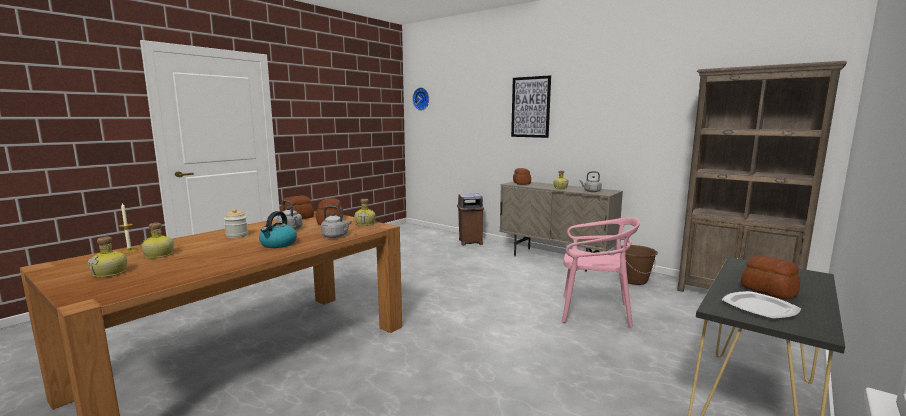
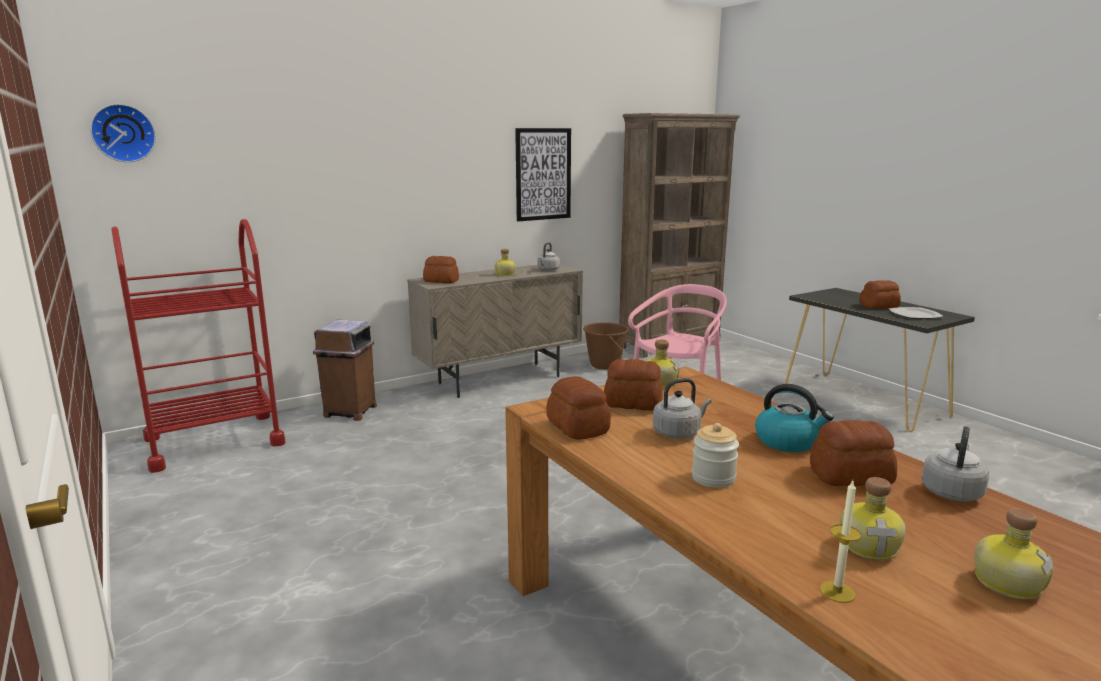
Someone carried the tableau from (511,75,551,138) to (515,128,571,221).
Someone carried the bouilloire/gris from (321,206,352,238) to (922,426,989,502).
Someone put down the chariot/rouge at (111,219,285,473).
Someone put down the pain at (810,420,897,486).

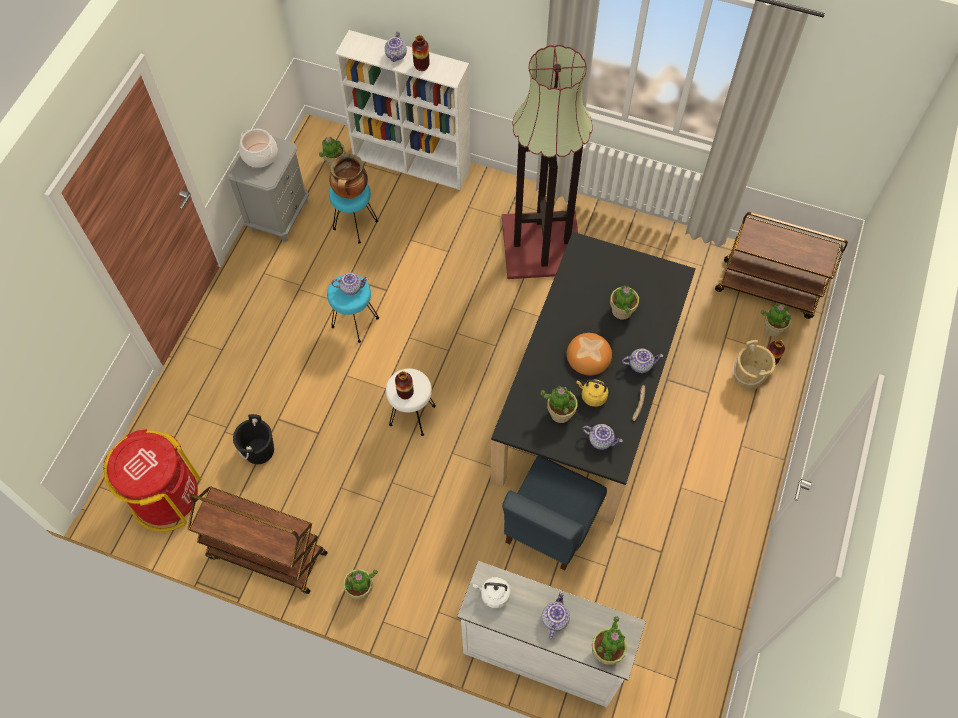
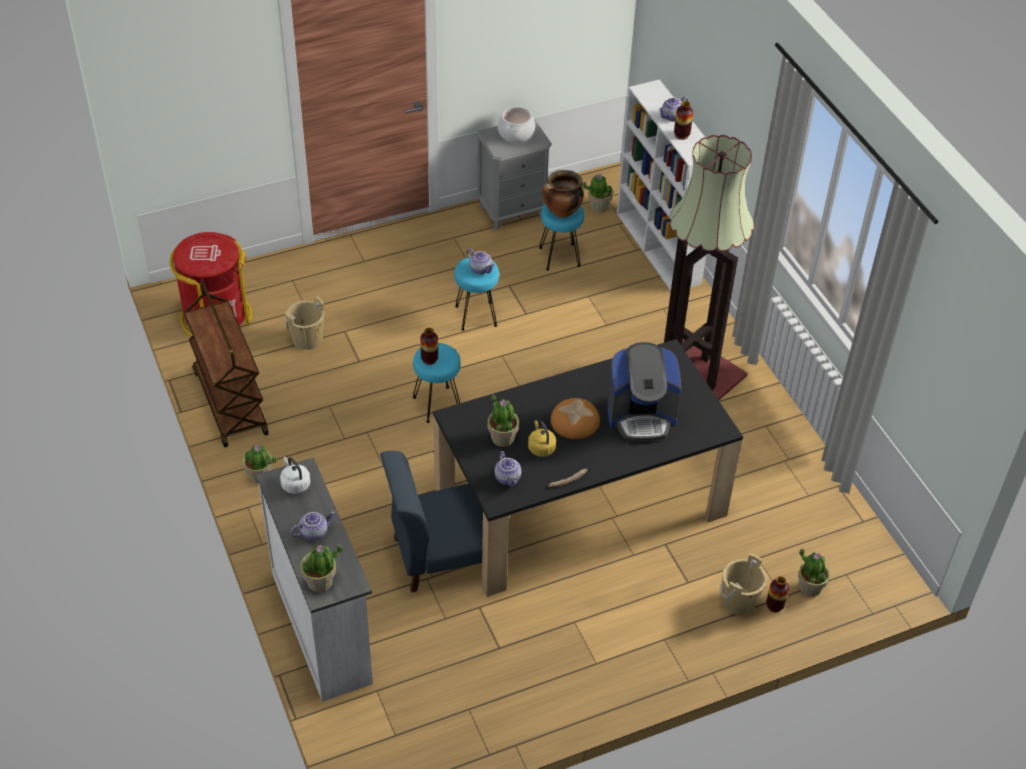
Someone took away the chariot/marron at (715,212,848,319).
Someone swapped the plante en pot at (610,286,639,320) for the machine à café at (608,342,681,441).
Someone took away the théière at (622,349,663,373).
Someone repainted the tabouret/blanc at (386,368,436,436), which became the tabouret/turquoise at (413,343,461,423).
Someone repainted the seau/noir at (233,414,274,464), which became the seau/beige at (285,297,324,350).

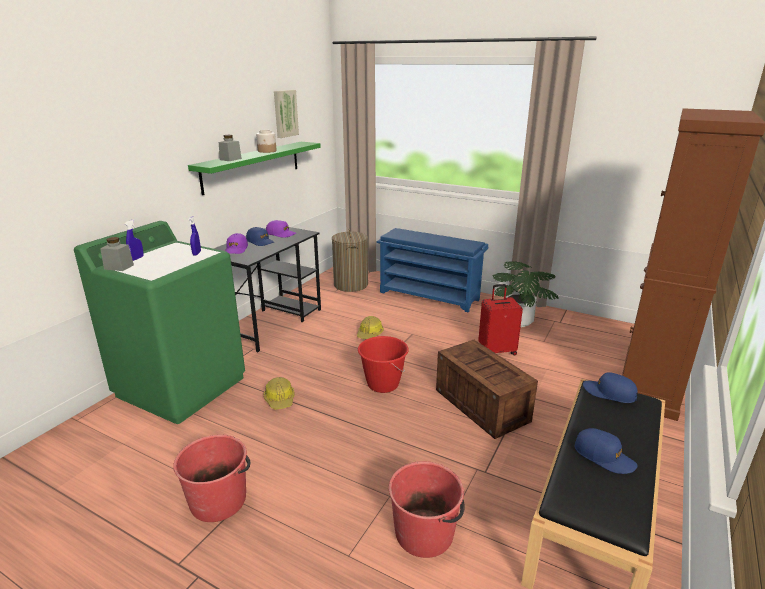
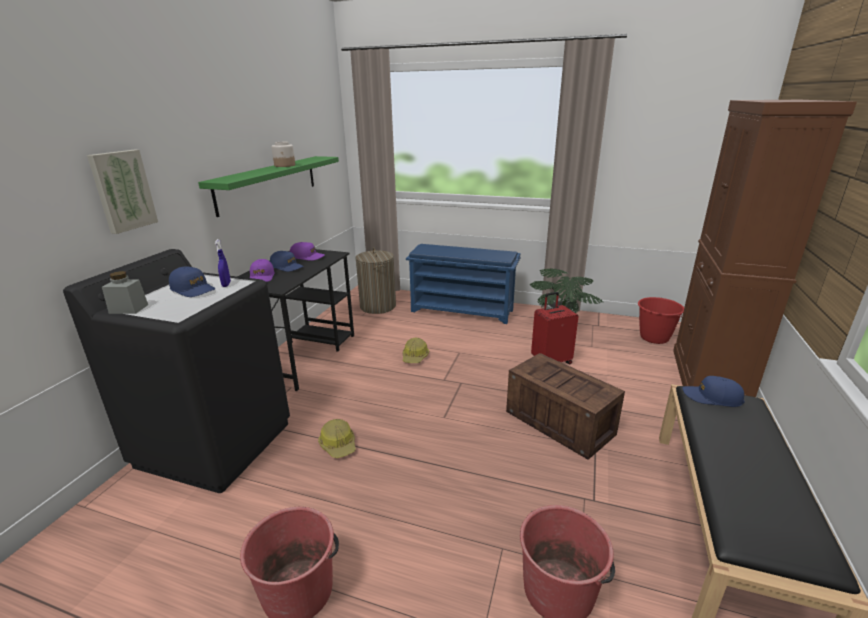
Someone carried the tableau from (274,90,299,138) to (87,150,158,234).
Someone took away the bocal/gris at (219,135,242,161).
Someone took away the vaporisateur/bleu at (125,219,144,261).
Someone repainted the lave-linge/vert at (74,221,245,424), which became the lave-linge/noir at (63,249,290,493).
Someone carried the seau/rouge from (358,336,409,393) to (638,297,684,344).
Someone carried the casquette/bleu from (574,428,638,474) to (169,267,215,297).

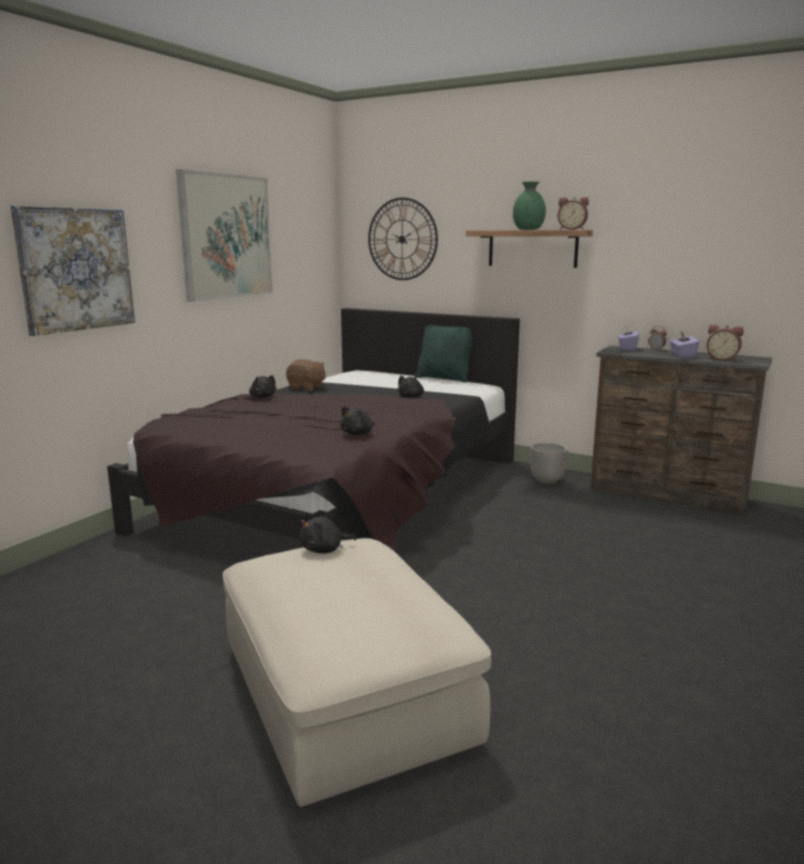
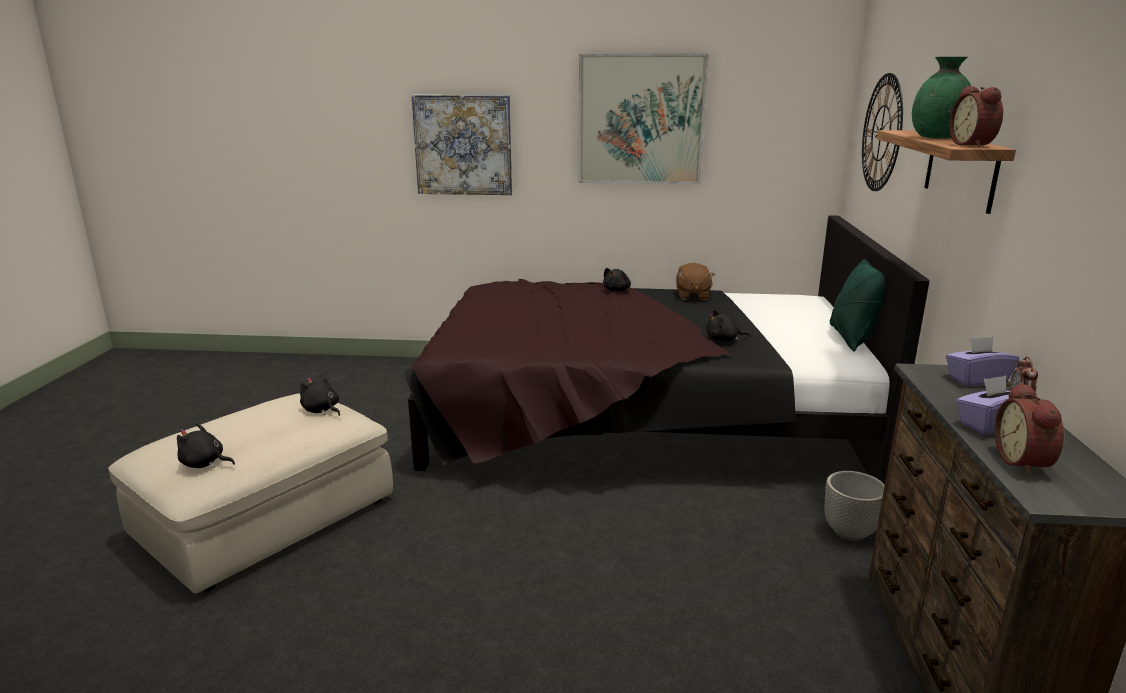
Someone carried the peluche/noir from (340,406,375,435) to (177,423,235,468).

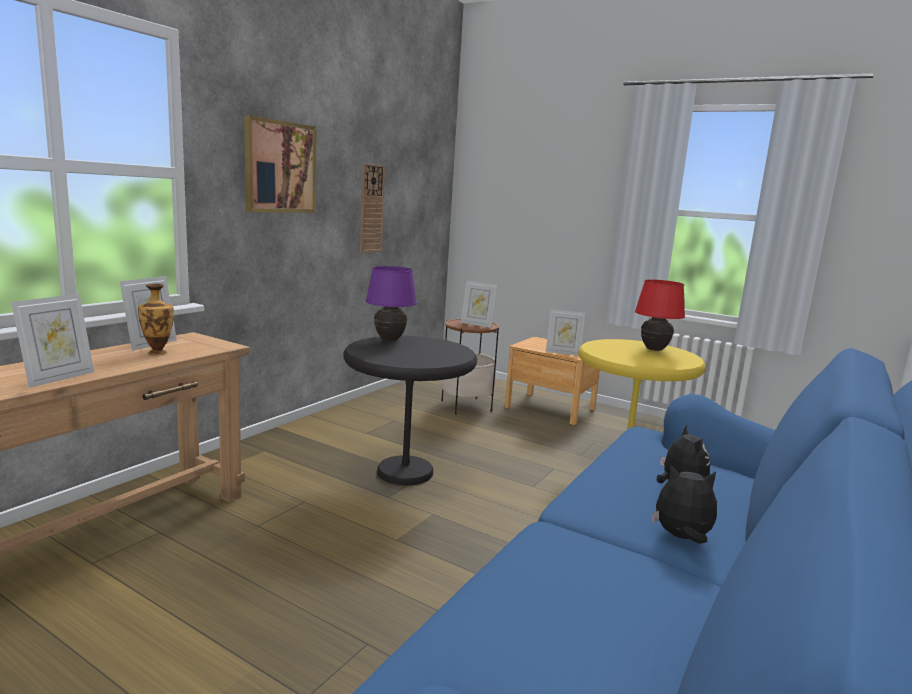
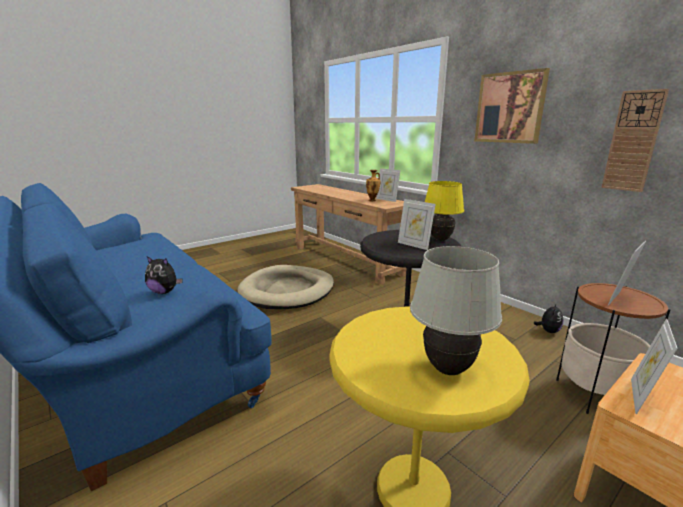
Someone repainted the lampe de table/violet at (366,266,417,341), which became the lampe de table/jaune at (425,181,464,240).
Someone repainted the lampe de table/rouge at (635,279,685,351), which became the lampe de table/blanc at (410,246,502,375).
Someone carried the cadre photo from (11,294,94,388) to (398,199,436,250).
Someone carried the peluche from (652,464,717,544) to (533,303,563,333).
Someone put down the panier pour chien/beige at (237,265,334,309).

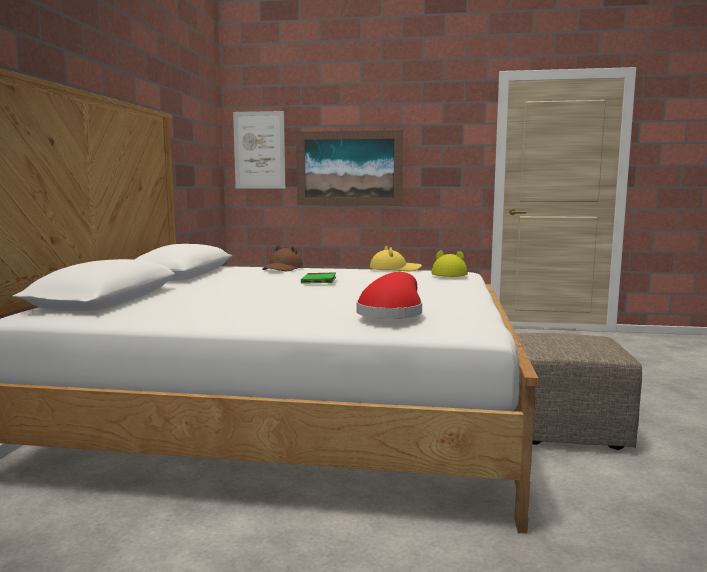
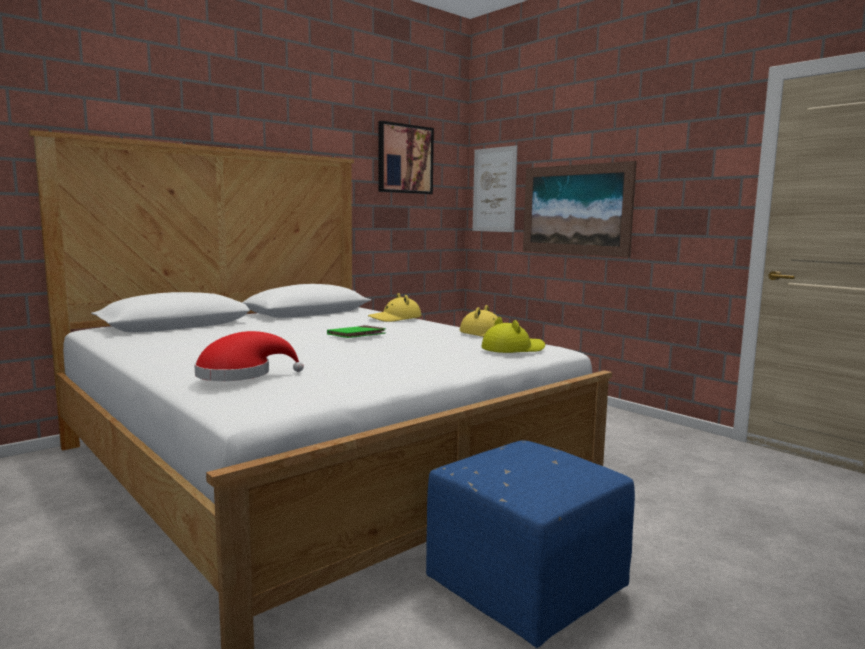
Someone repainted the chapeau/marron at (262,245,303,271), which became the chapeau/jaune at (368,293,421,322).
Someone repainted the pouf/beige at (516,333,642,450), which became the pouf/bleu at (426,440,635,648).
Someone put up the tableau at (379,121,434,194).

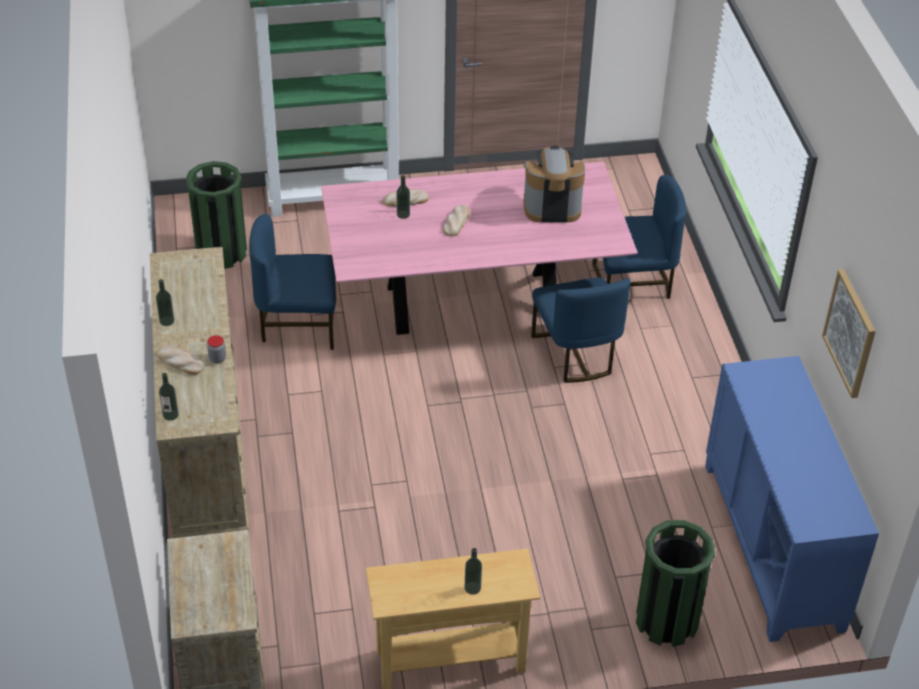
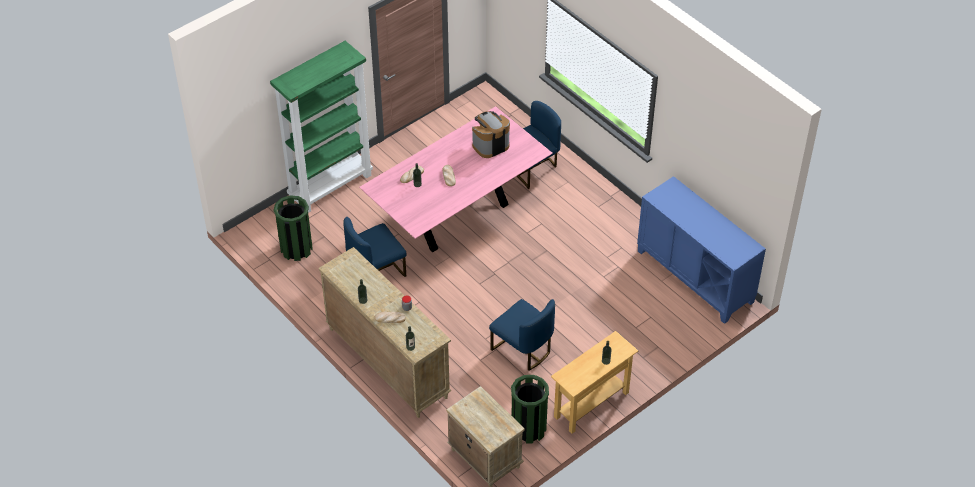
Someone took away the tableau at (822,269,876,398).
Someone carried the chaise/bleu from (531,277,631,383) to (489,299,555,371).
Someone carried the poubelle/vert from (636,520,715,647) to (511,375,549,444).

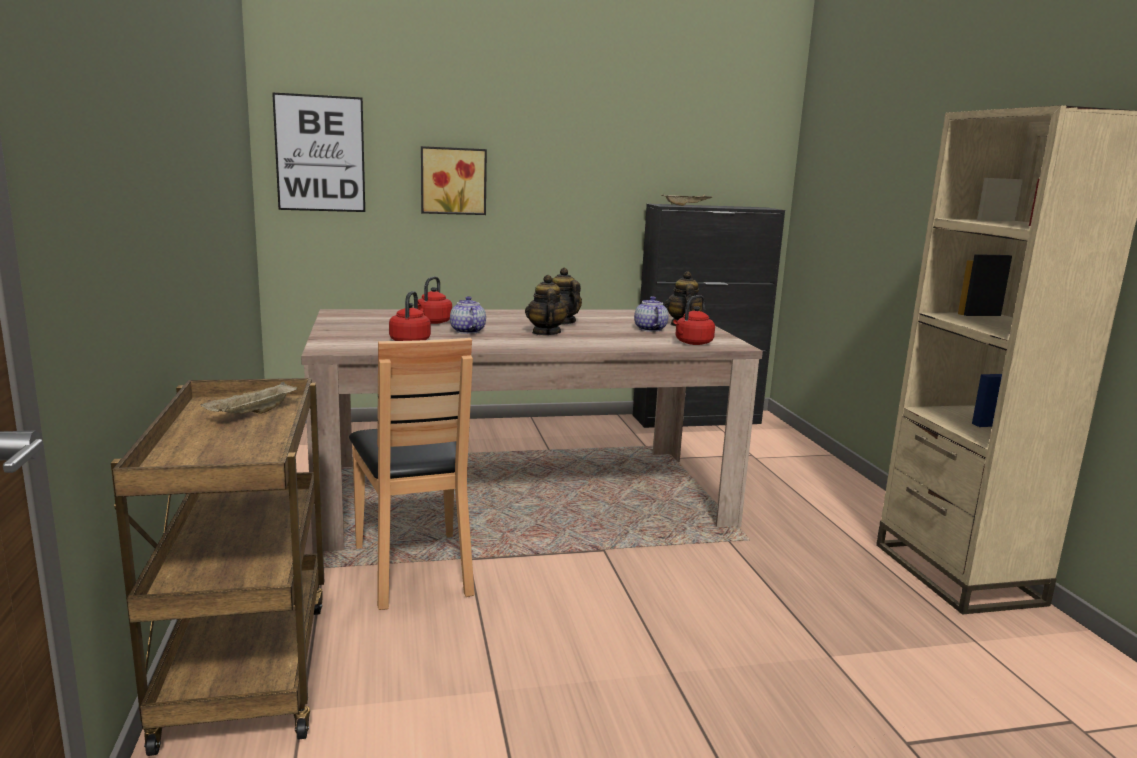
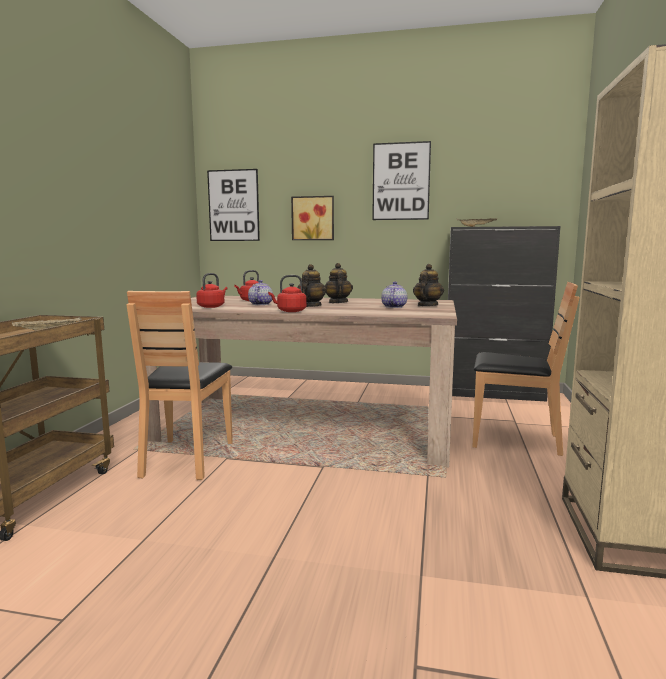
Someone carried the bouilloire/rouge from (673,295,715,345) to (268,275,307,312).
Someone put up the tableau at (372,141,431,220).
Someone put down the chaise/marron at (472,282,580,456).

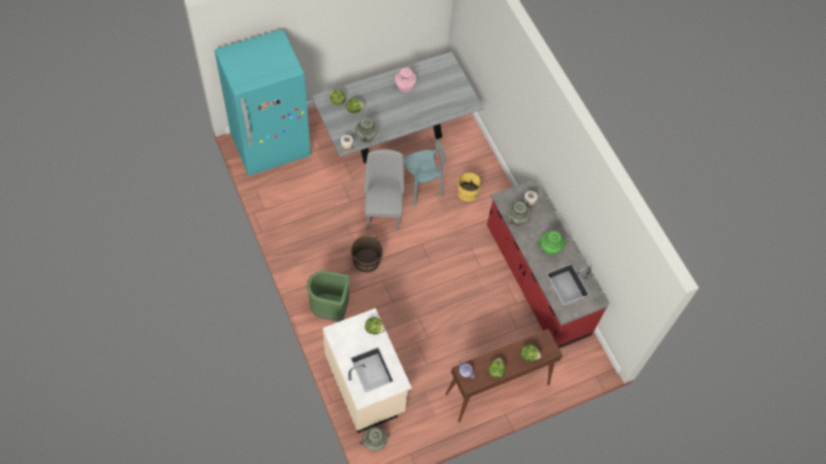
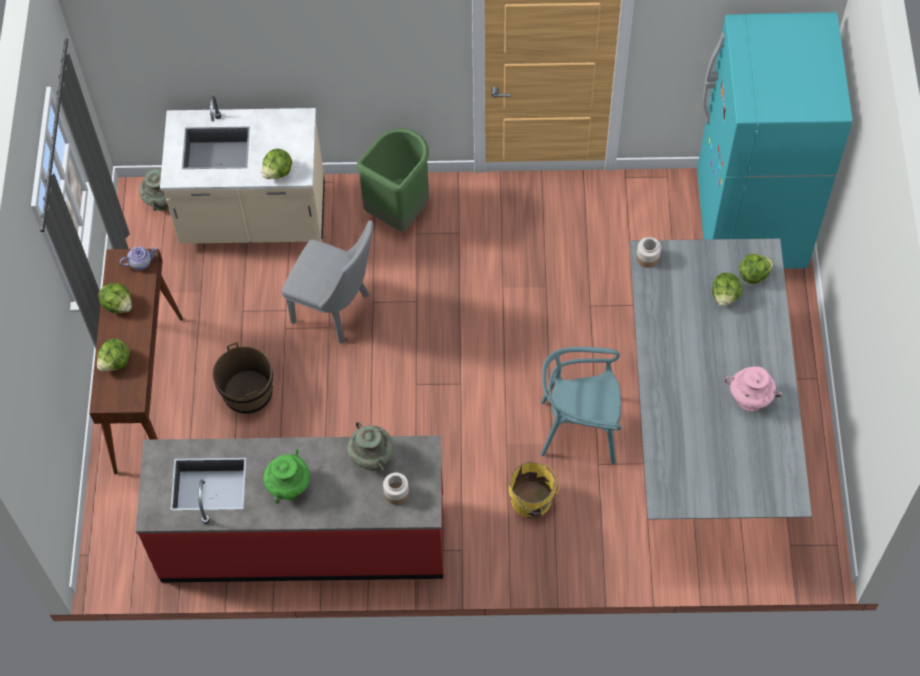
Someone took away the vase/turquoise at (355,117,378,143).
Someone carried the chaise/gris from (364,149,404,230) to (282,220,373,344).
Someone carried the seau/marron from (351,236,383,273) to (213,342,273,414).

